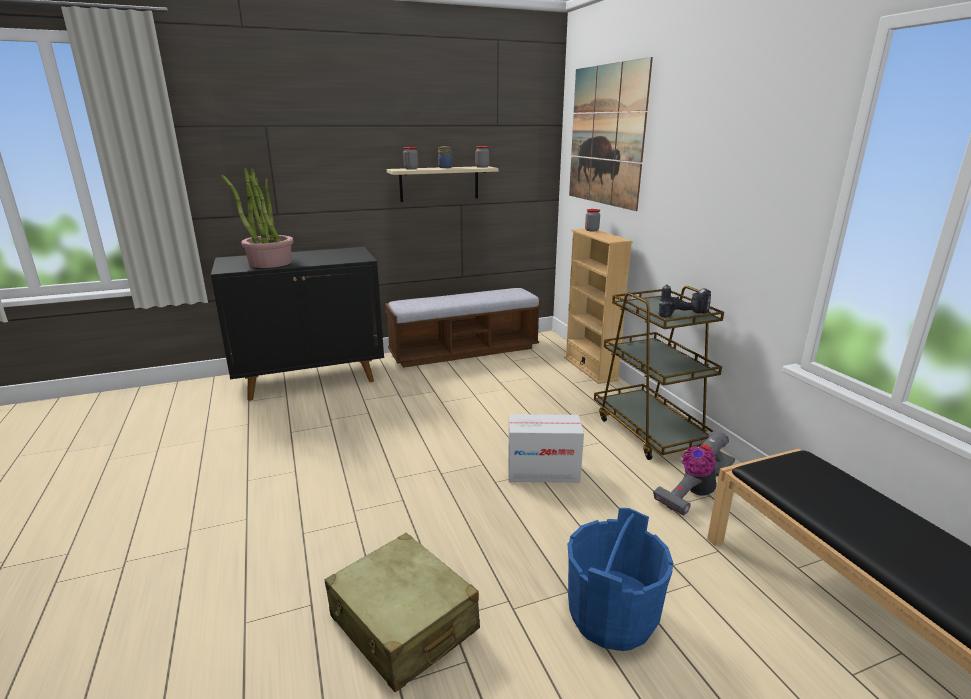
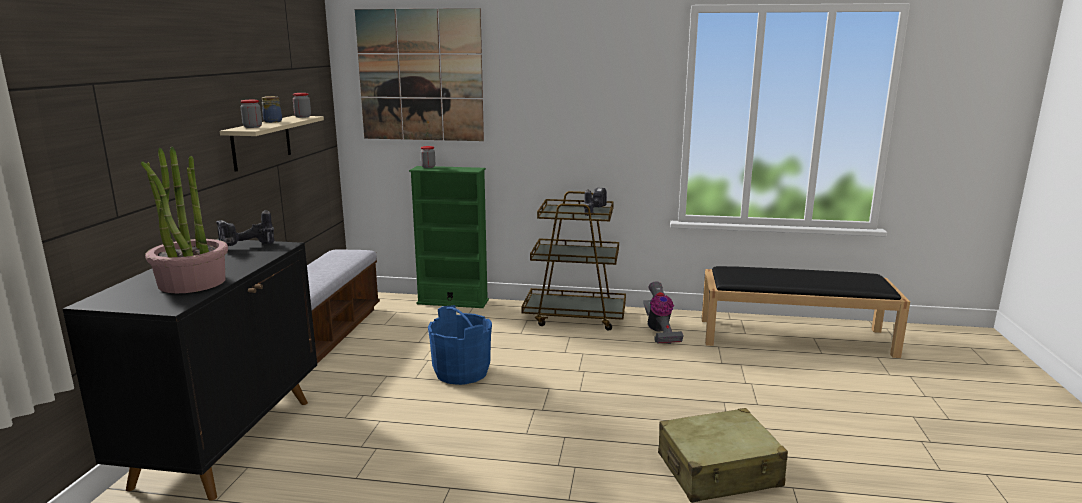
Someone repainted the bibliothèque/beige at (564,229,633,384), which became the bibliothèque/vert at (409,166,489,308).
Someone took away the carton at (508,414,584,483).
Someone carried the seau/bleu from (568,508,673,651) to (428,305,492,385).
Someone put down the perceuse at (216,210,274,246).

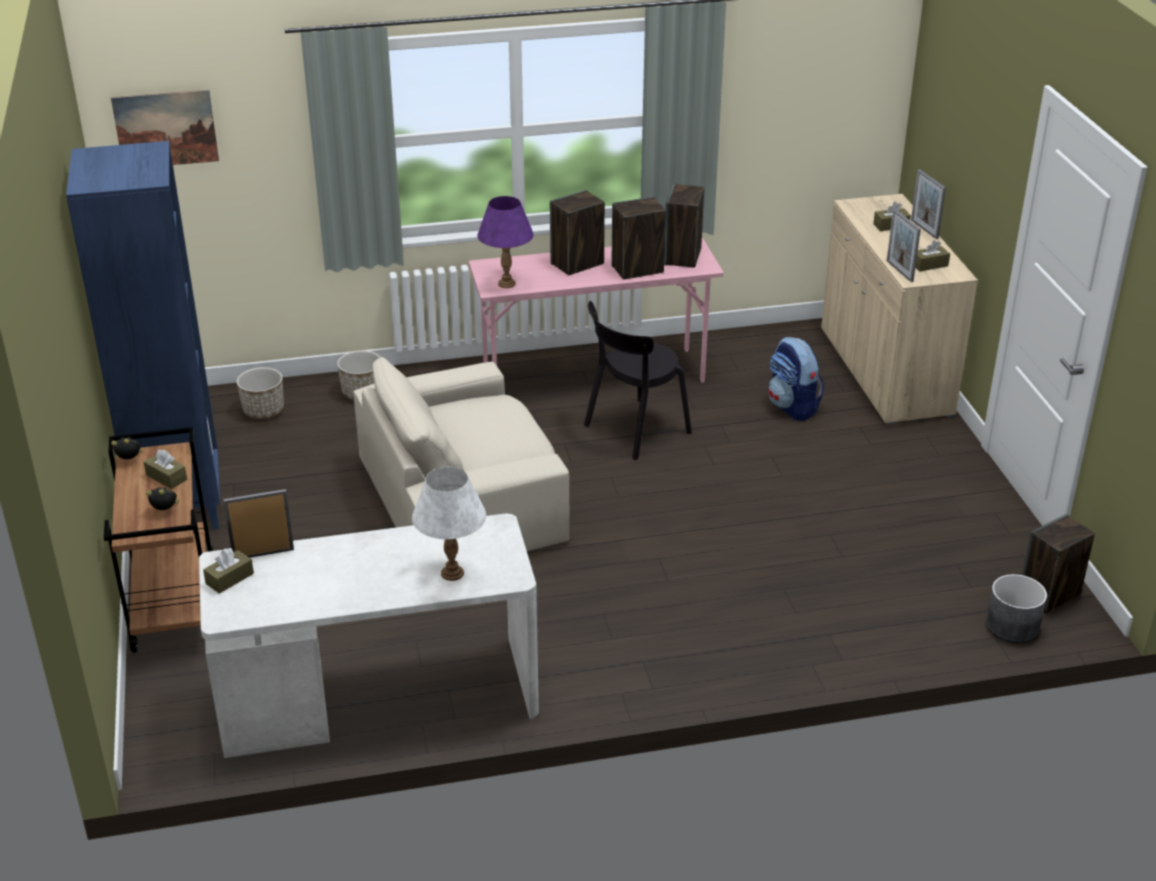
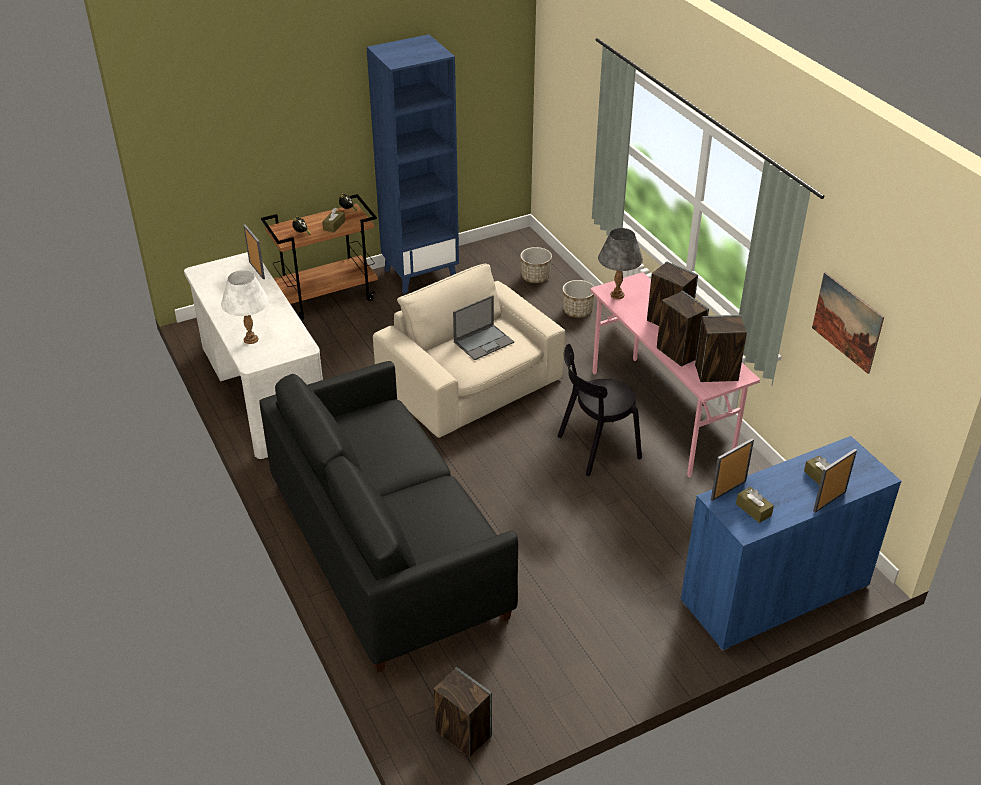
Someone carried the tableau from (111,90,219,165) to (812,272,884,374).
Someone repainted the meuble de rangement/beige at (821,194,978,425), which became the meuble de rangement/bleu at (681,436,902,651).
Someone repainted the lampe de table/violet at (477,196,534,288), which became the lampe de table/gris at (598,228,643,299).
Someone rotated the chaise/noir at (584,301,692,460) by 60 degrees counterclockwise.
Someone took away the sac à dos at (768,337,825,421).
Someone took away the boîte à mouchoirs/marron at (203,548,254,594).
Someone took away the cache-pot/gris at (986,574,1047,643).
Someone put down the ordinateur portable at (453,295,514,360).
Someone put down the canapé/noir at (259,361,518,673).

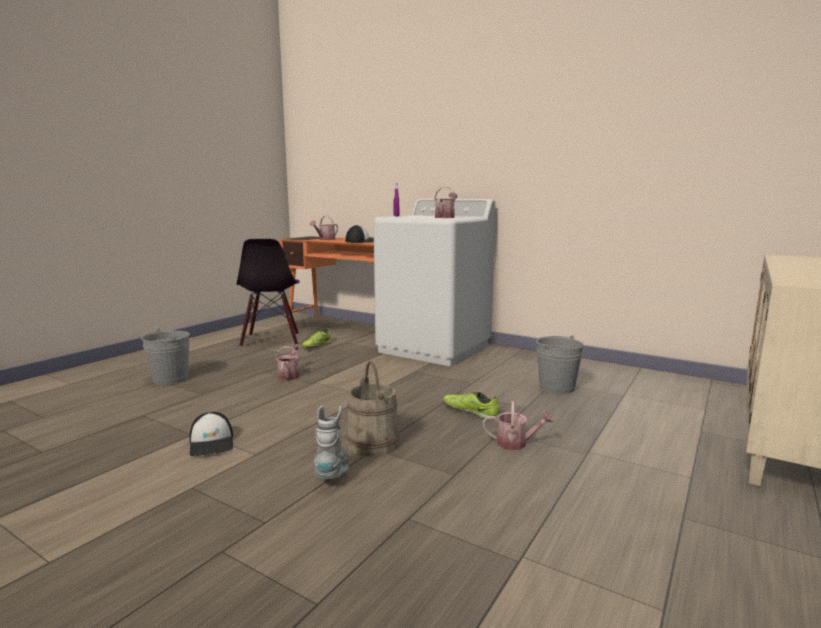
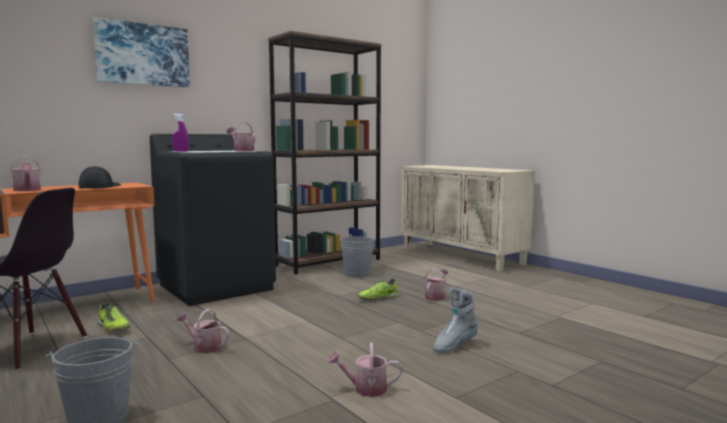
Someone repainted the lave-linge/blanc at (374,199,495,366), which became the lave-linge/noir at (150,134,276,306).
Someone took away the seau/beige at (346,361,399,456).
Someone rotated the botte/gris at (314,406,349,479) by 60 degrees counterclockwise.
Someone swapped the casquette at (189,412,233,456) for the arrosoir at (327,342,403,397).
Someone put up the tableau at (93,17,190,87).
Someone put down the bibliothèque/marron at (268,31,382,275).

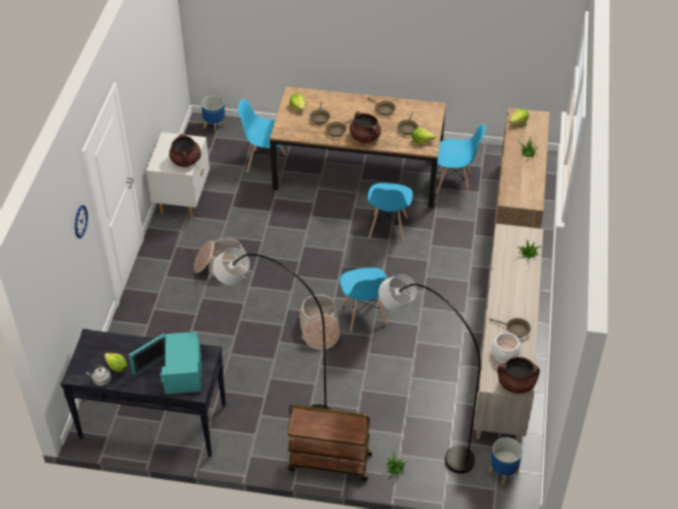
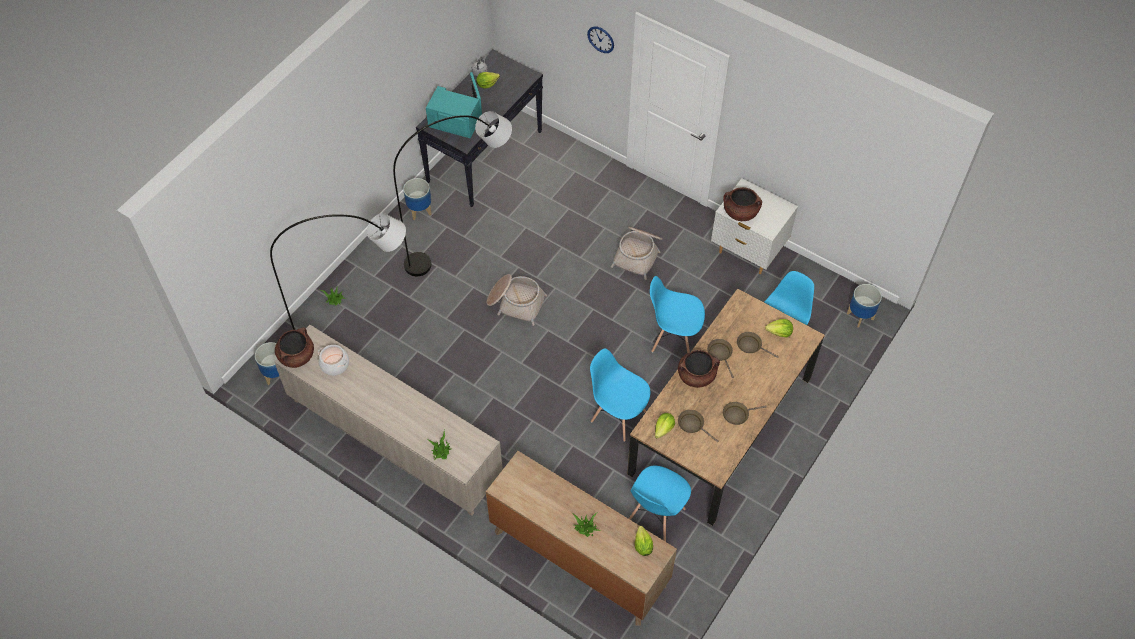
Someone carried the chaise/bleu from (340,268,390,332) to (650,276,705,353).
Someone took away the poêle/marron at (489,318,531,338).
Someone took away the chariot/marron at (287,405,372,481).
Someone put down the cache-pot at (403,178,432,220).

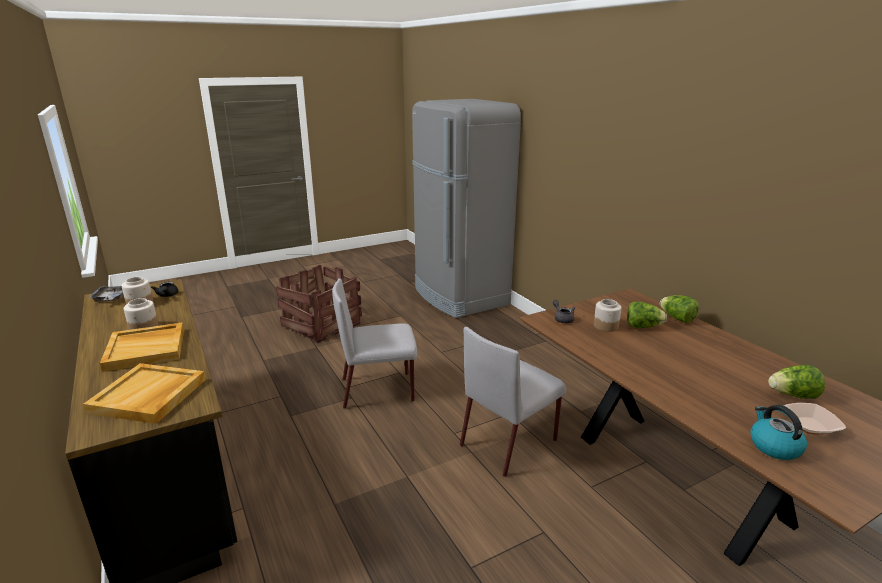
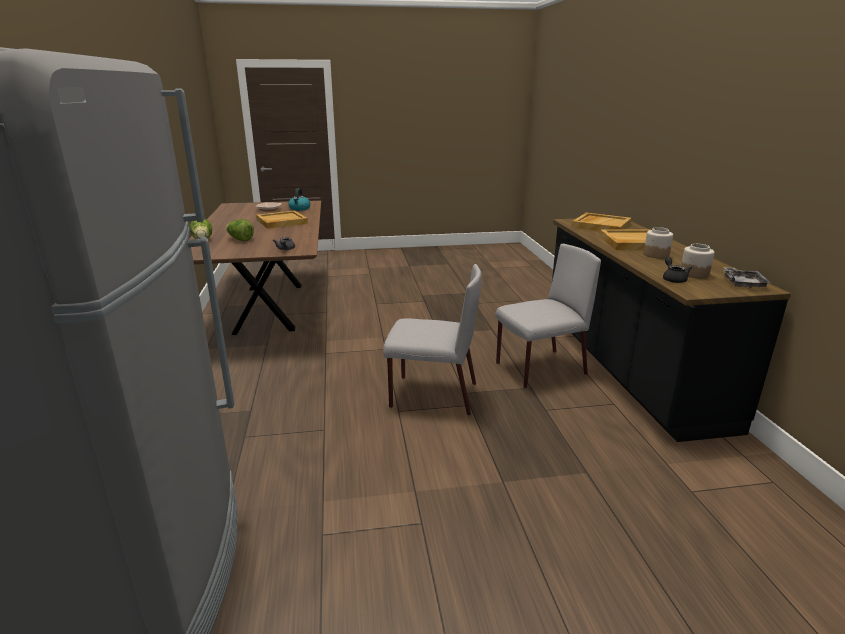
Someone took away the caisse at (276,265,362,343).
Someone took away the bocal at (594,299,621,332).
Someone carried the chaise/gris from (460,327,566,477) to (495,244,601,389).
Someone took away the laitue at (768,365,825,399).
Someone put down the plateau/beige at (256,211,308,229).

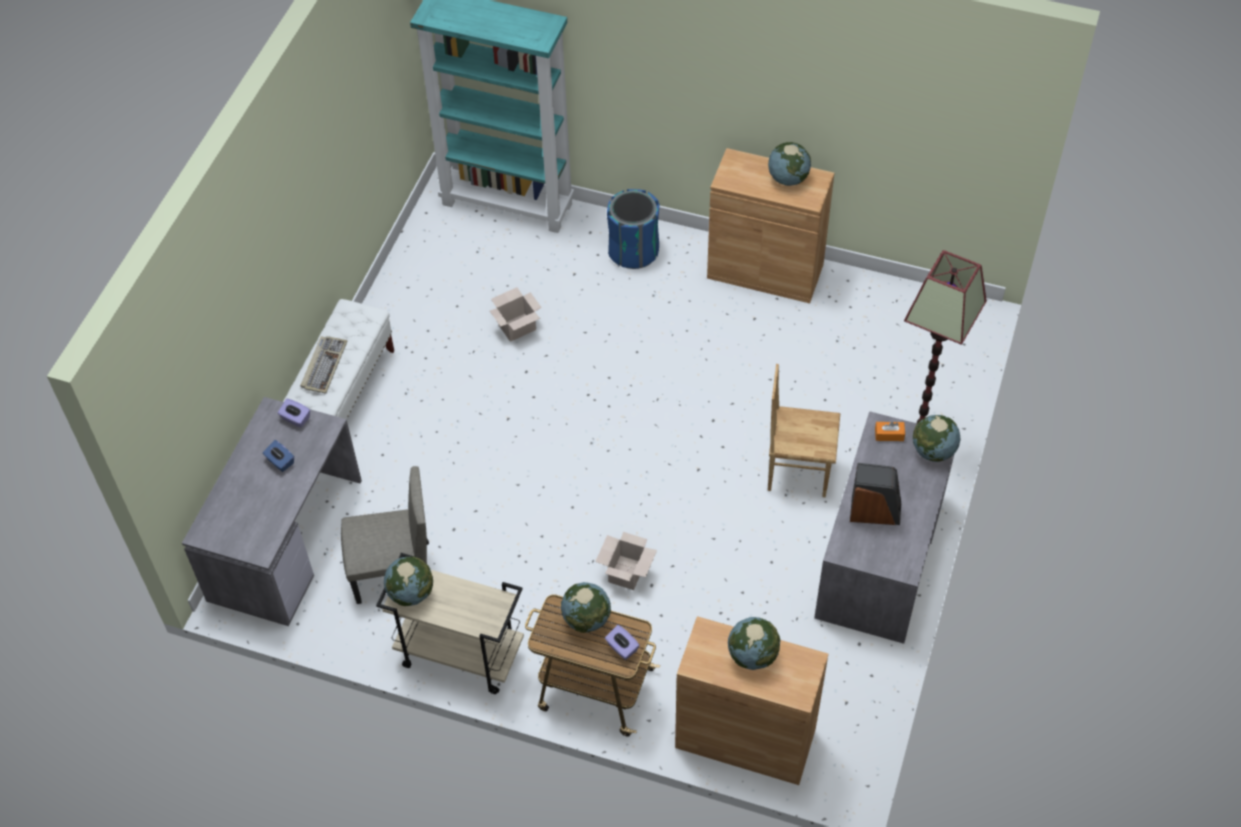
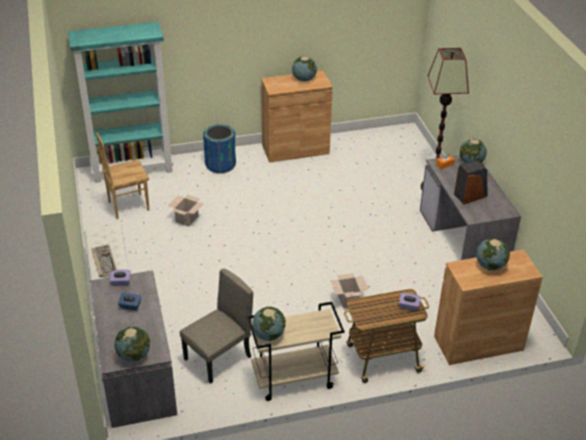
Someone carried the chaise/marron from (768,364,840,497) to (96,132,149,219).
Someone carried the globe from (561,582,611,633) to (115,327,150,361).

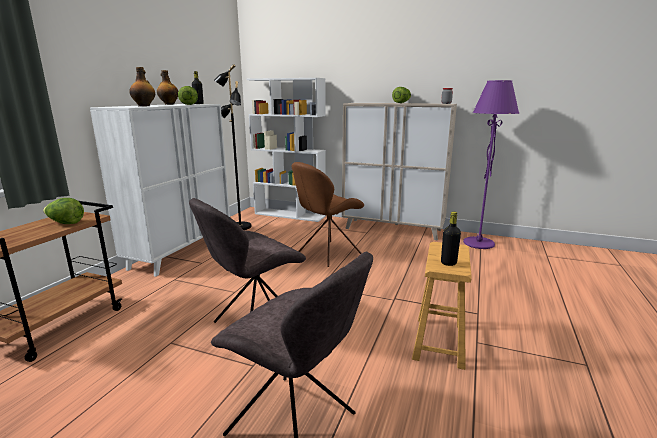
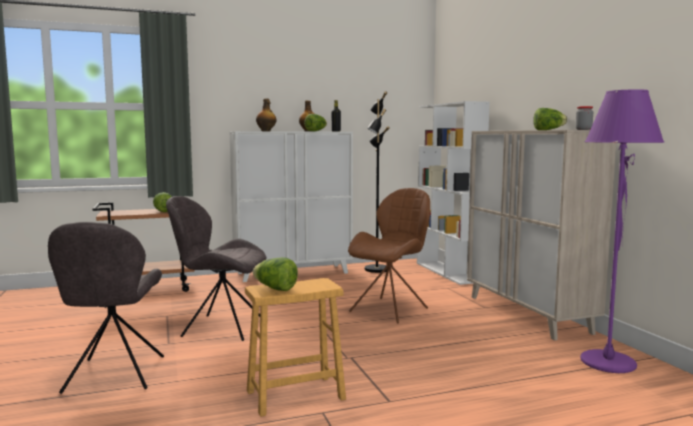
Someone rotated the chaise/marron at (292,162,364,267) by 120 degrees clockwise.
Someone swapped the bouteille/noir at (441,212,461,266) for the laitue at (253,257,298,291).

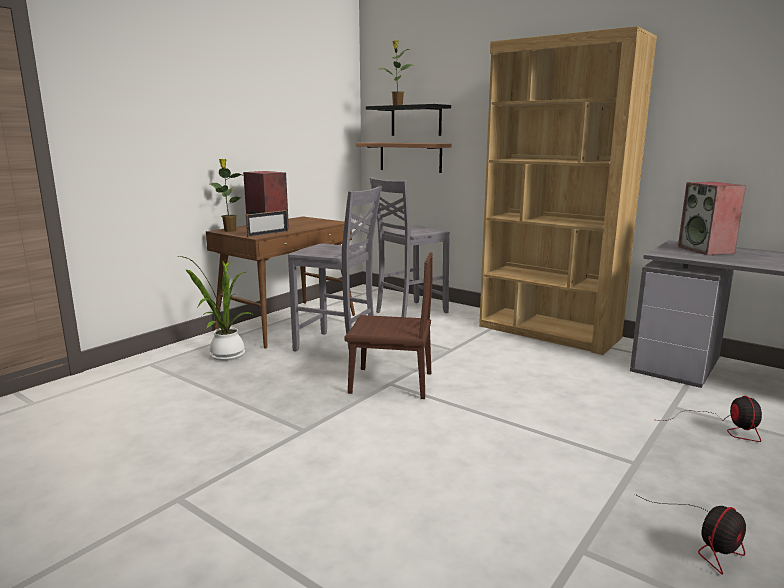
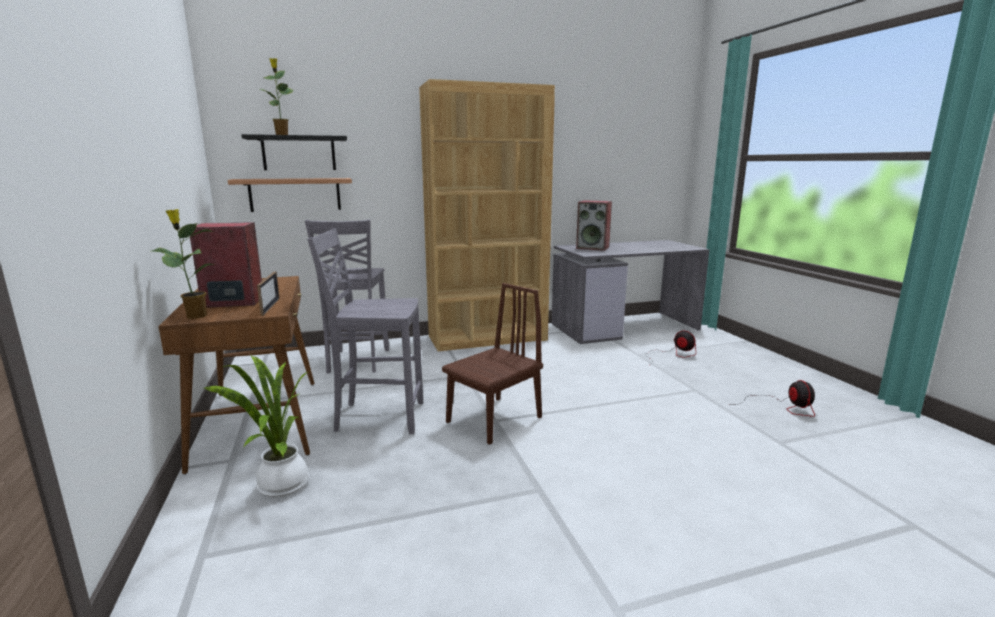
Someone rotated the chaise/gris at (288,186,382,352) by 150 degrees counterclockwise.

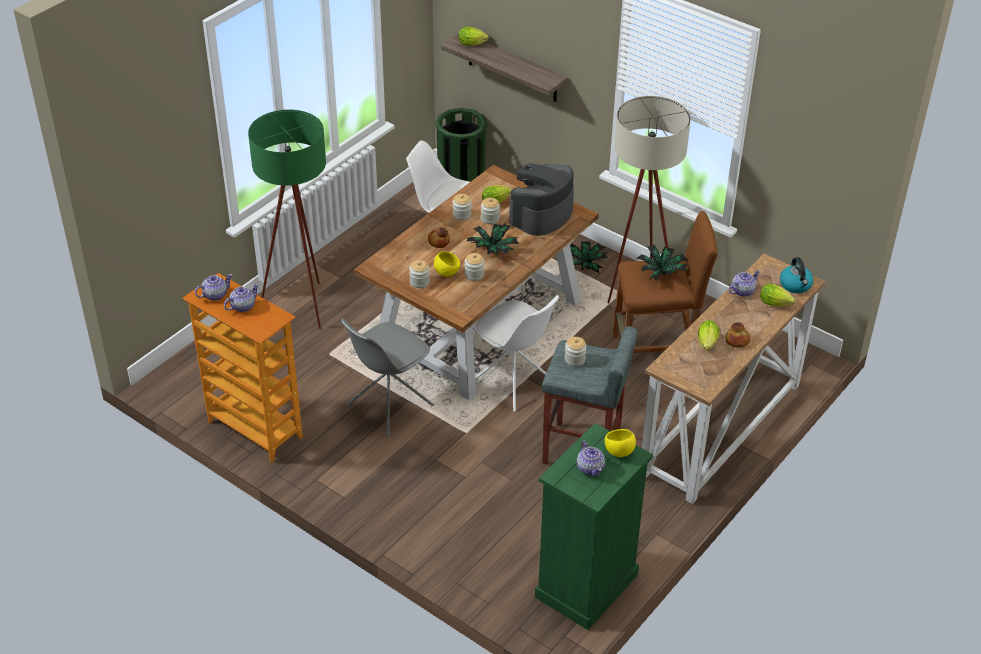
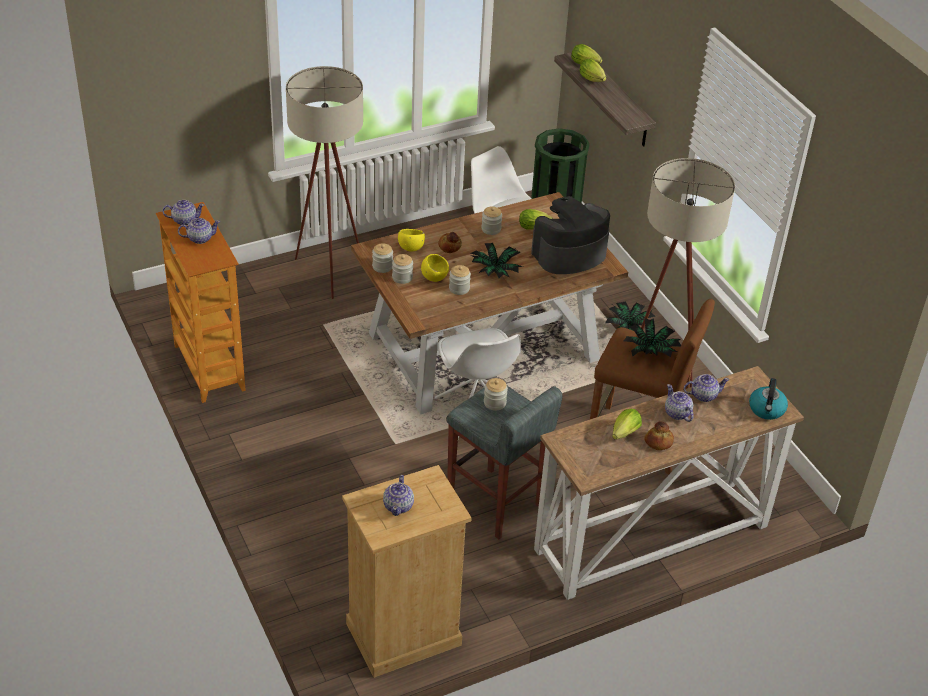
Someone repainted the lampadaire/vert at (248,110,326,329), which became the lampadaire/beige at (286,66,363,299).
Someone carried the bocal from (481,198,500,224) to (372,243,393,273).
Someone carried the laitue from (760,284,795,307) to (579,59,606,82).
Someone took away the chaise/gris at (341,318,434,436).
Someone repainted the commode/vert at (535,423,653,630), which became the commode/beige at (342,465,472,678).
Someone carried the bol/jaune from (605,429,636,457) to (398,229,425,252).
Someone put down the théière at (665,384,694,422).

